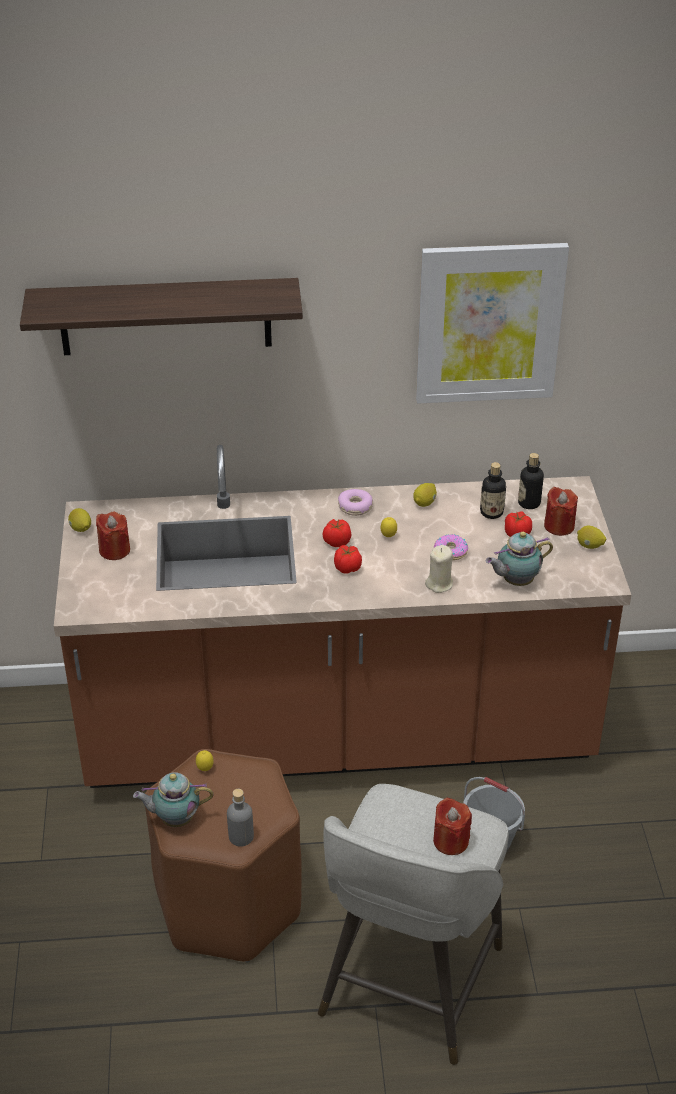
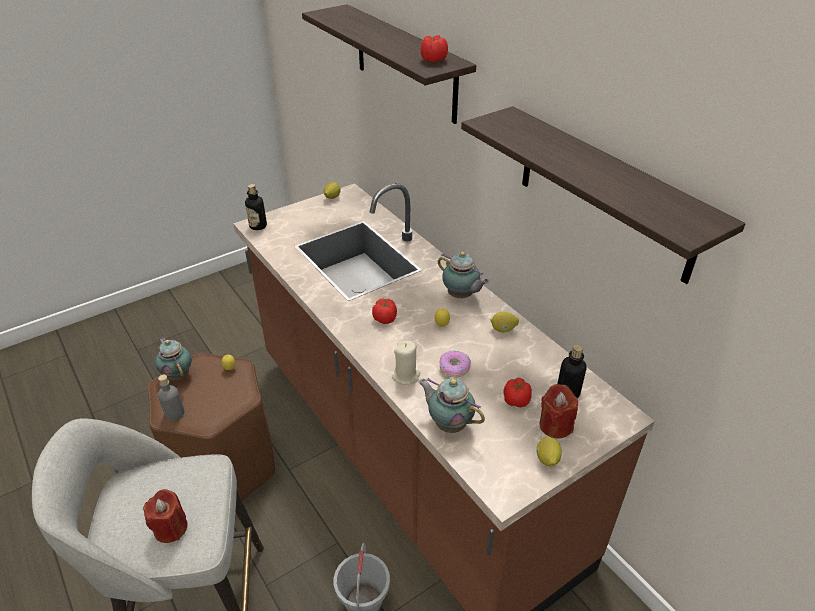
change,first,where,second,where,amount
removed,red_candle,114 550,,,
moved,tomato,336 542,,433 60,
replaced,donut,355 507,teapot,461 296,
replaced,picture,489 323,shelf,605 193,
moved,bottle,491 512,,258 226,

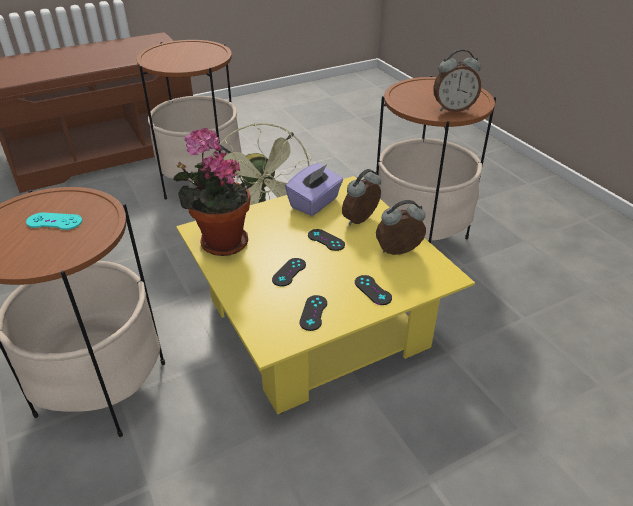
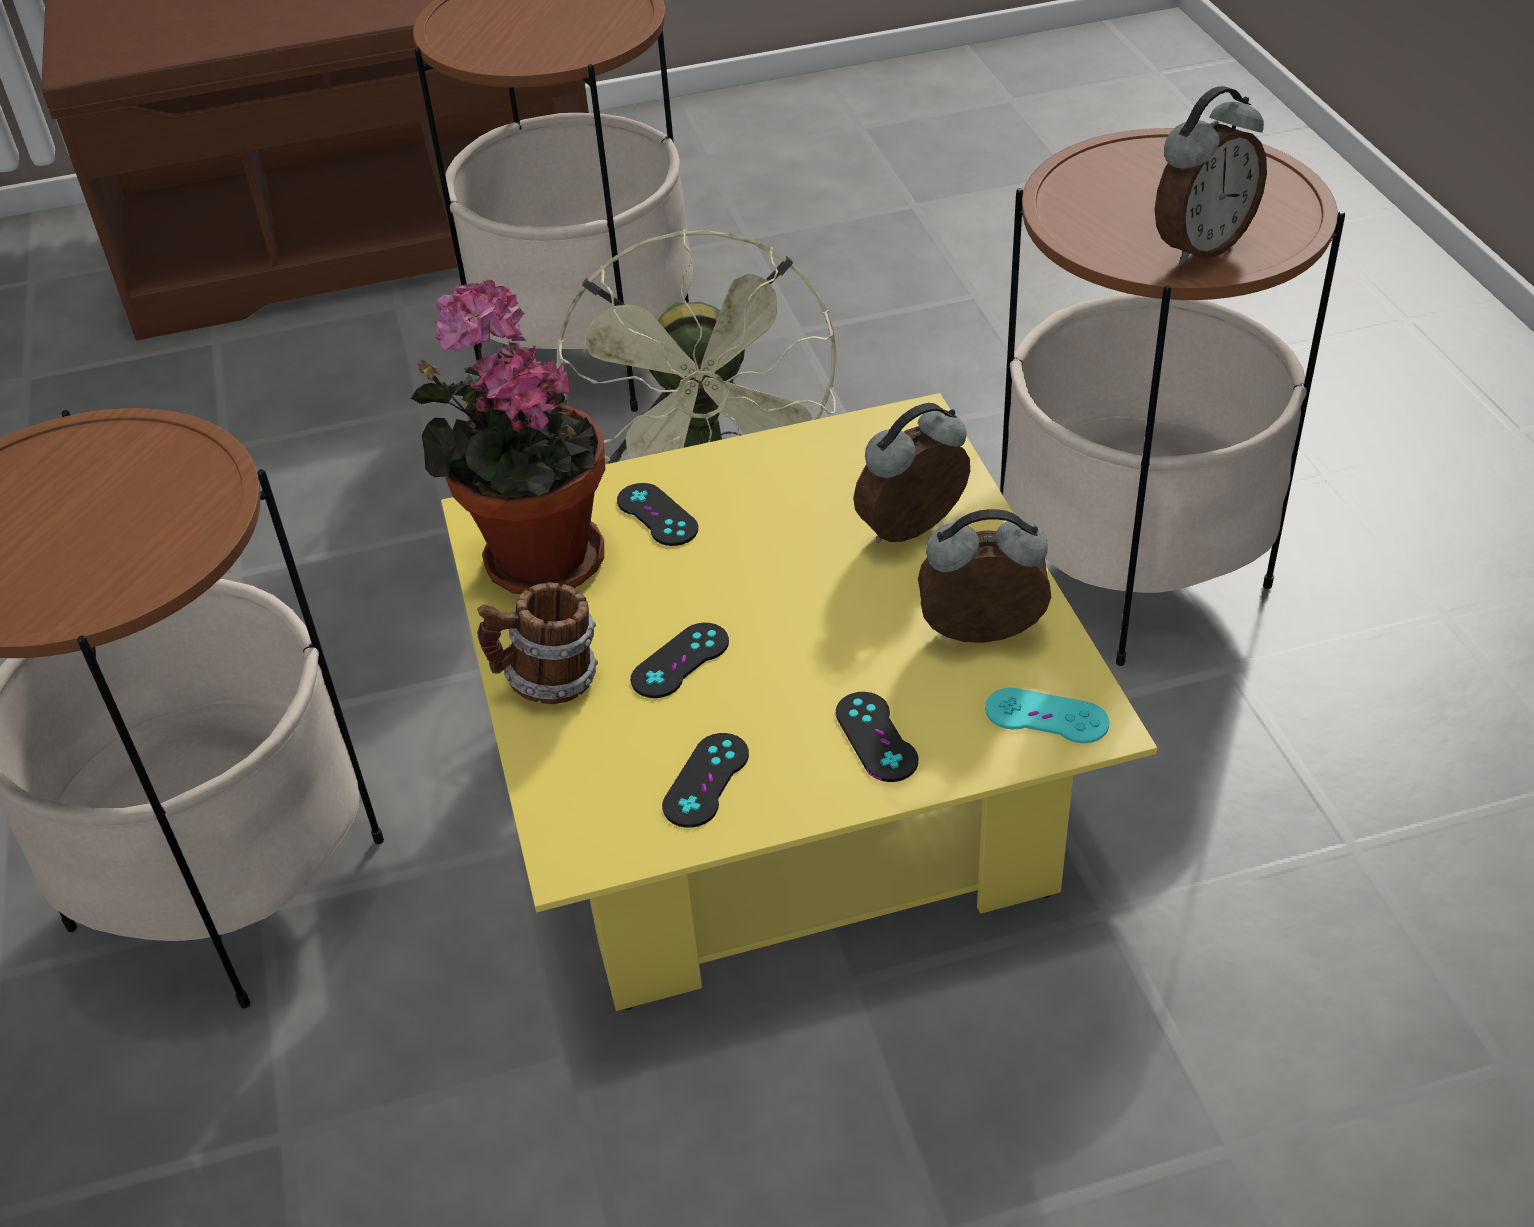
change,first,where,second,where,amount
moved,turquoise_game_controller,54 221,,1046 716,
removed,purple_tissue_box,315 203,,,
moved,black_game_controller,326 240,,657 515,
turned,alarm_clock,453 109,,1199 246,45 degrees counterclockwise
added,,,mug,547 682,

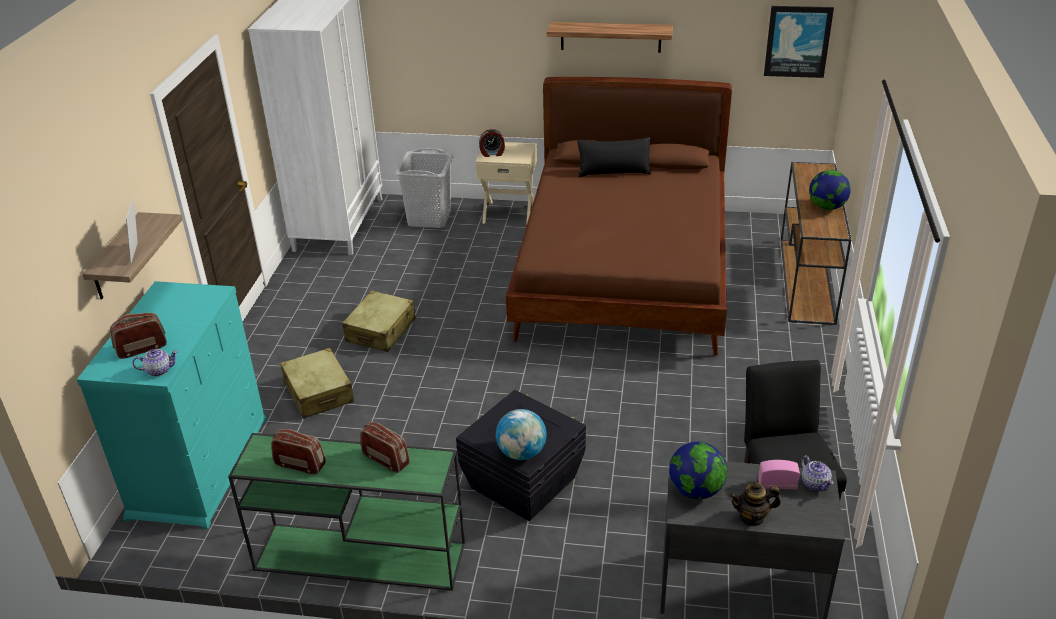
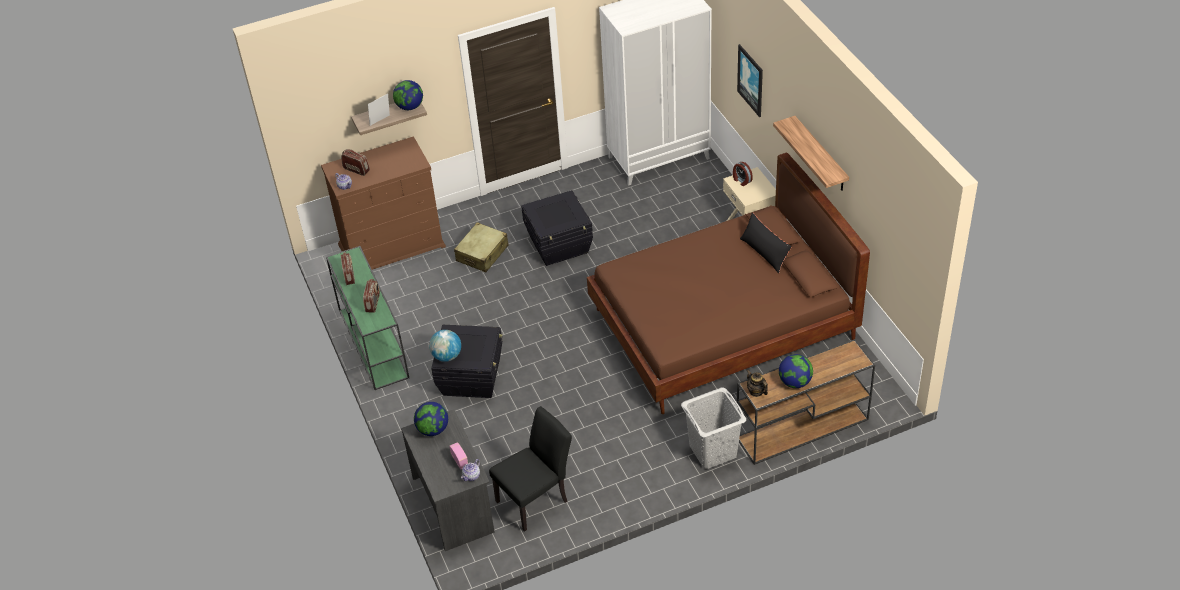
change,first,where,second,where,amount
recoloured,turquoise_dresser,199 466,brown_dresser,392 245,
replaced,beige_suitcase,381 330,black_storage_box,559 245,
moved,grey_laundry_basket,430 218,,713 451,
moved,teapot,752 517,,756 391,
moved,picture,797 41,,751 80,
added,,,globe,410 107,

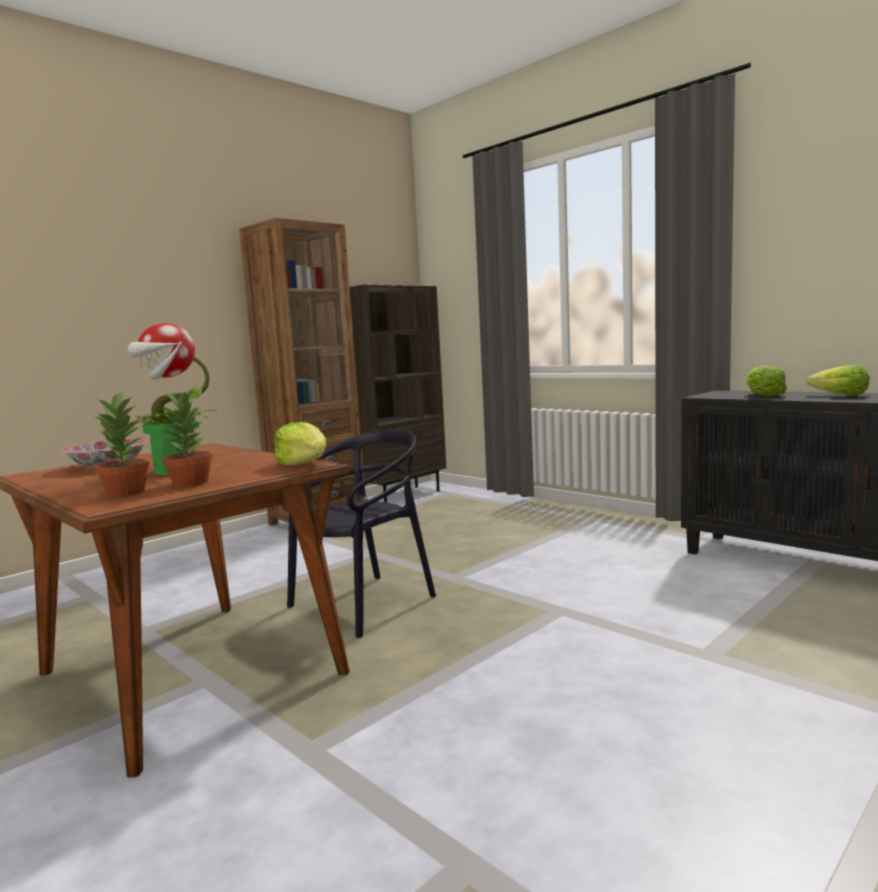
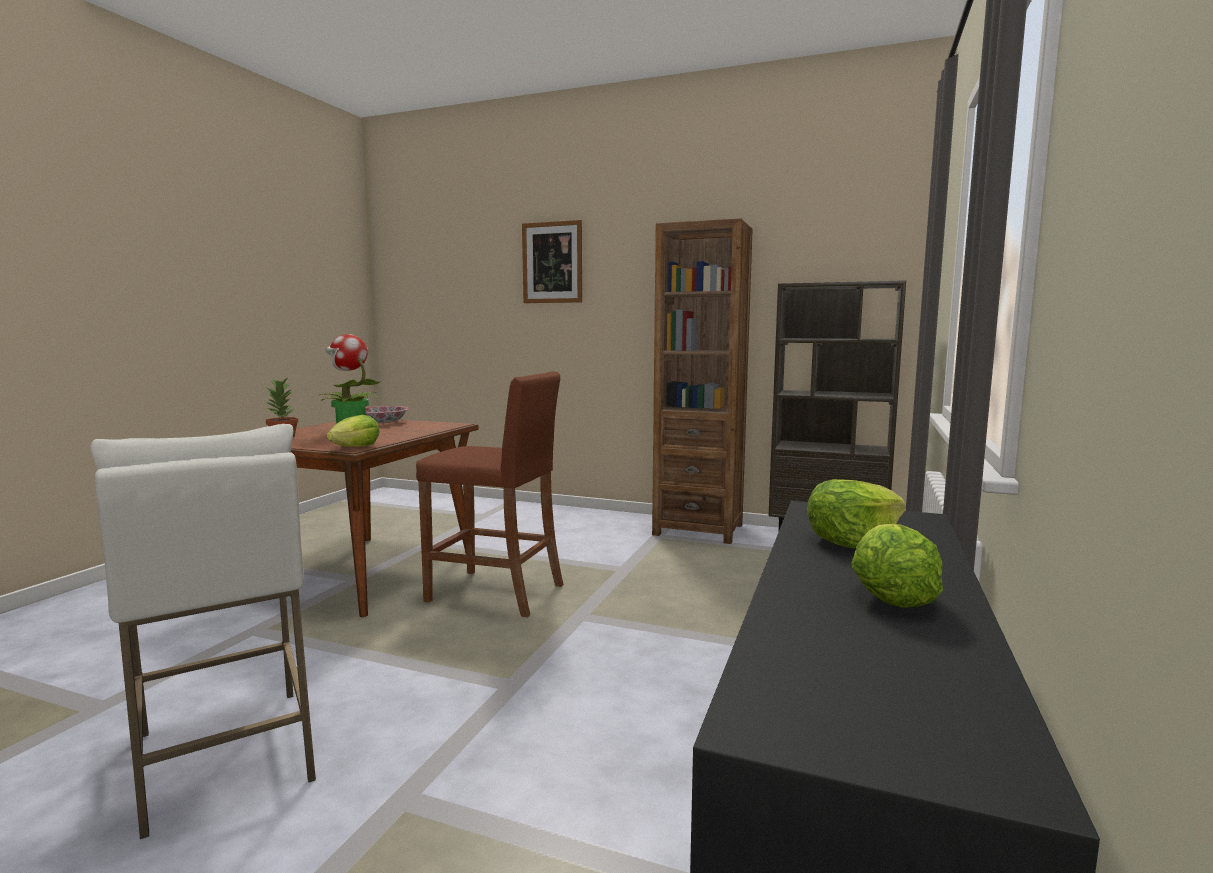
change,first,where,second,where,amount
removed,potted_plant,191 483,,,
replaced,black_chair,363 604,brown_stool,496 593,
added,,,white_stool,226 756,
added,,,picture,552 262,

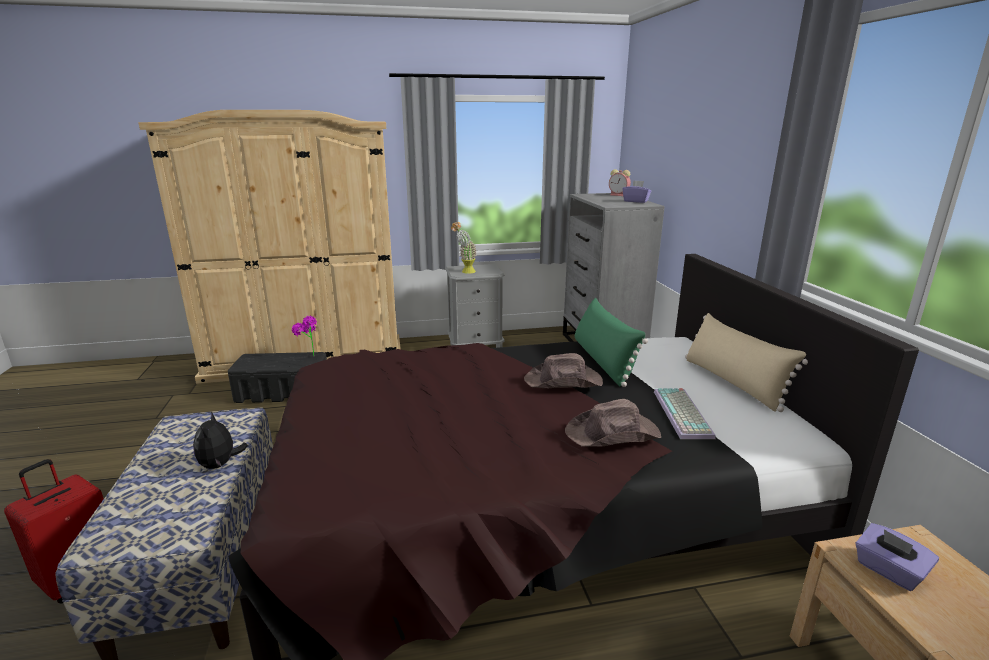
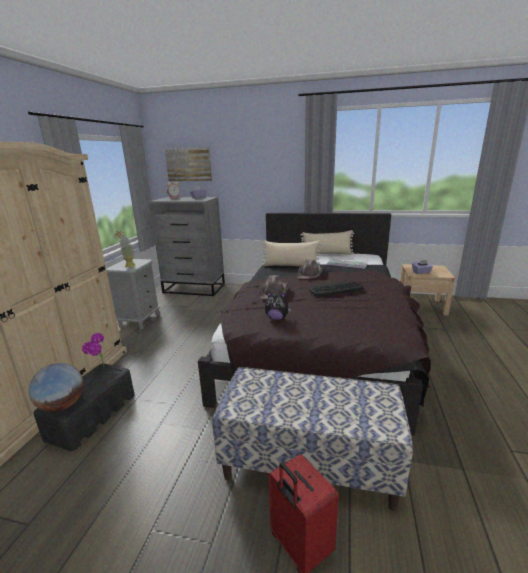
change,first,where,second,where,amount
moved,plush_toy,220 464,,277 318,
moved,brown_hat,613 434,,274 291,
recoloured,green_pillow,603 361,beige_pillow,291 266,
added,,,globe,62 405,
added,,,picture,189 164,
added,,,keyboard,335 289,

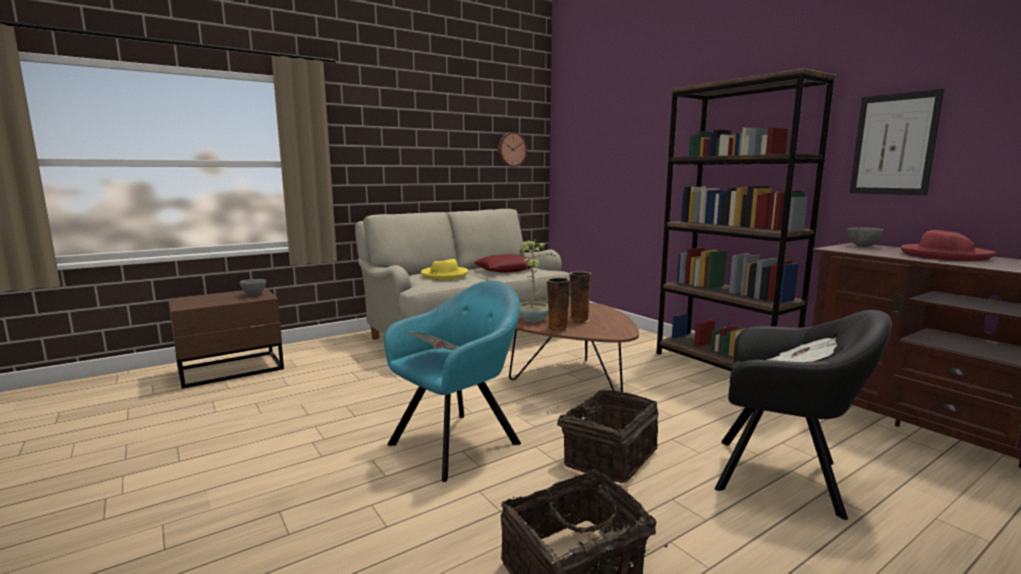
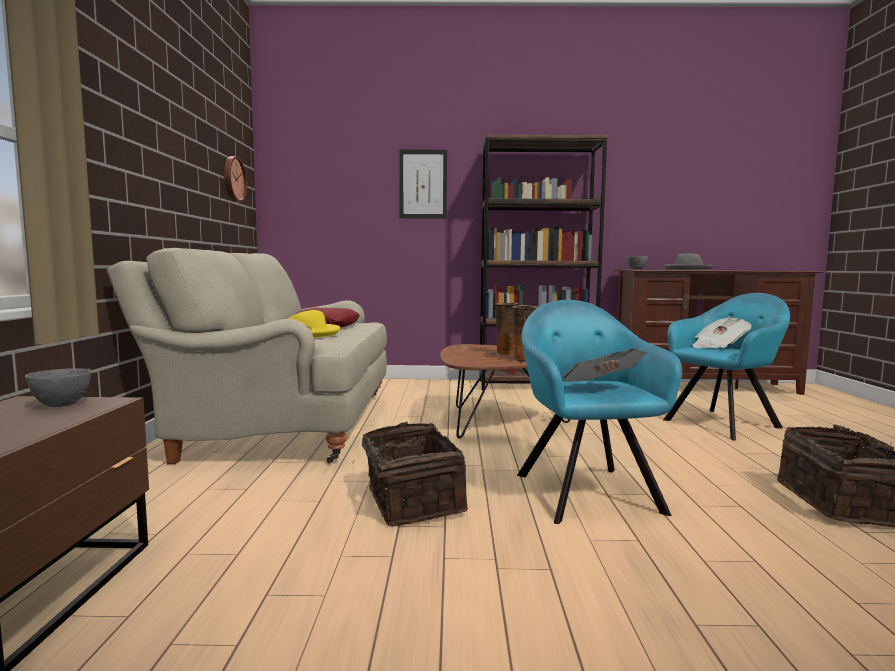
change,first,where,second,where,amount
removed,potted_plant,534 319,,,
moved,basket,607 457,,411 501,
recoloured,black_armchair,784 477,turquoise_armchair,724 423,
moved,picture,893 144,,423 184,
recoloured,red_hat,943 256,grey_hat,688 269,

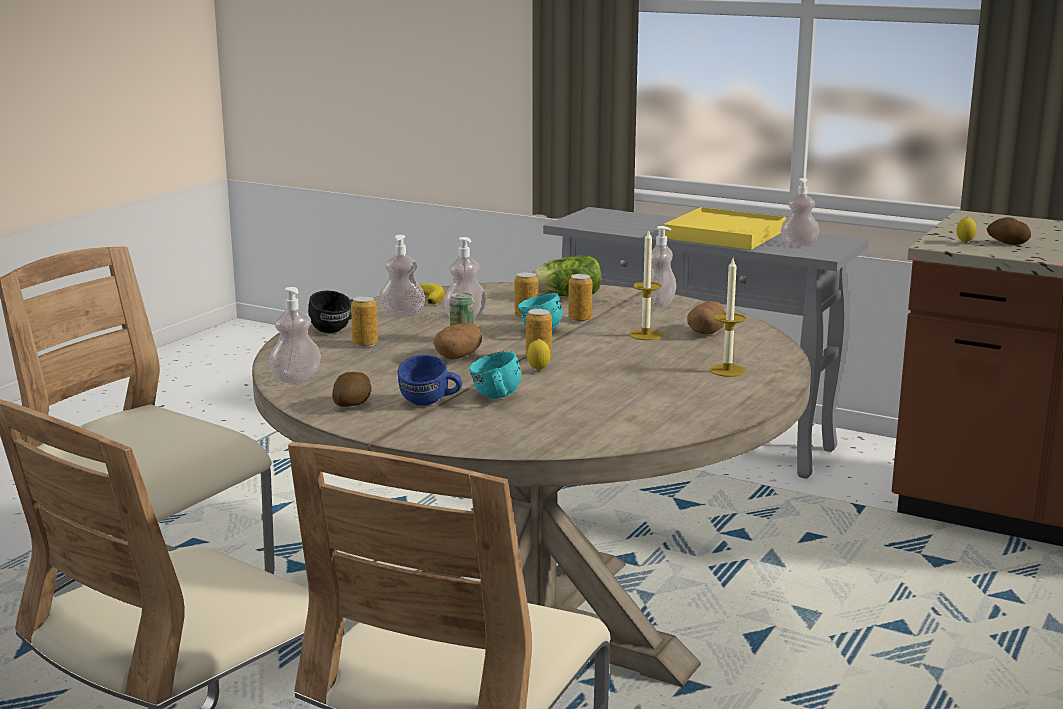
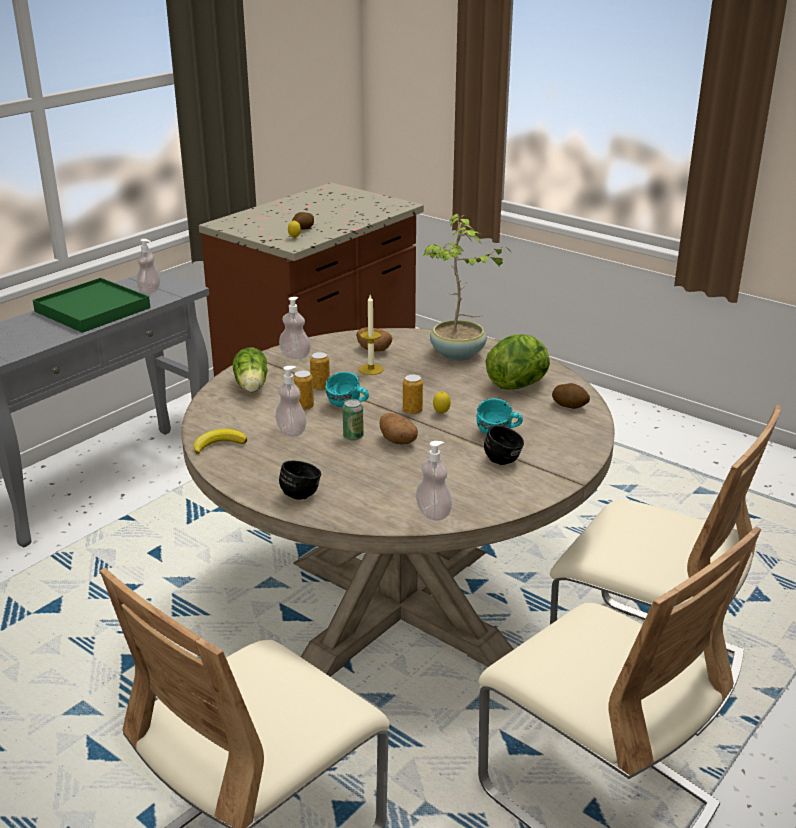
change,first,where,second,where,amount
moved,potato,352 405,,570 405,
removed,can,365 344,,,
removed,soap_dispenser,402 315,,,
recoloured,blue_mug,430 403,black_mug,505 458,
recoloured,yellow_tray,724 234,green_tray,93 309,
replaced,candle,727 370,potted_plant,458 354,
added,,,lettuce,518 385,

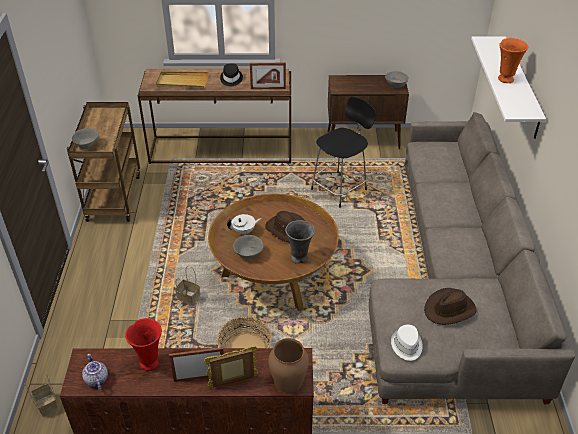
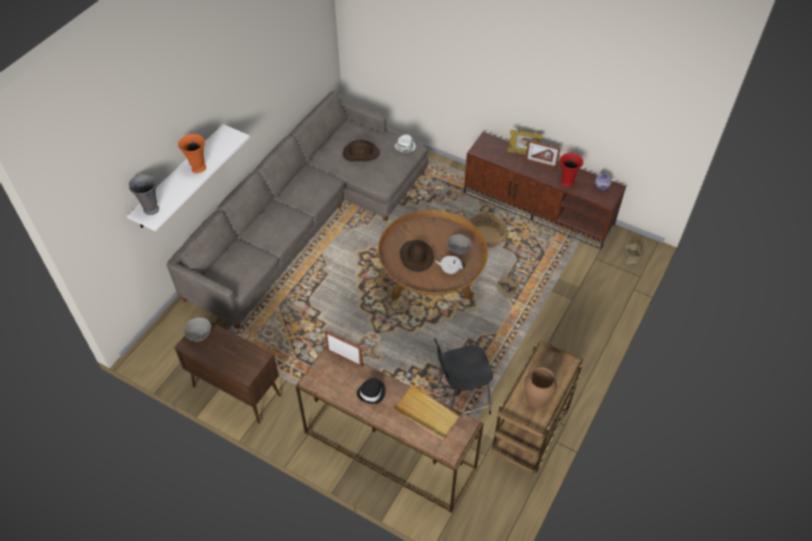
change,first,where,second,where,amount
removed,grey_bowl,87 145,,,
moved,brown_vase,288 380,,537 398,
moved,grey_vase,299 258,,151 209,
moved,black_stool,340 189,,461 400,

